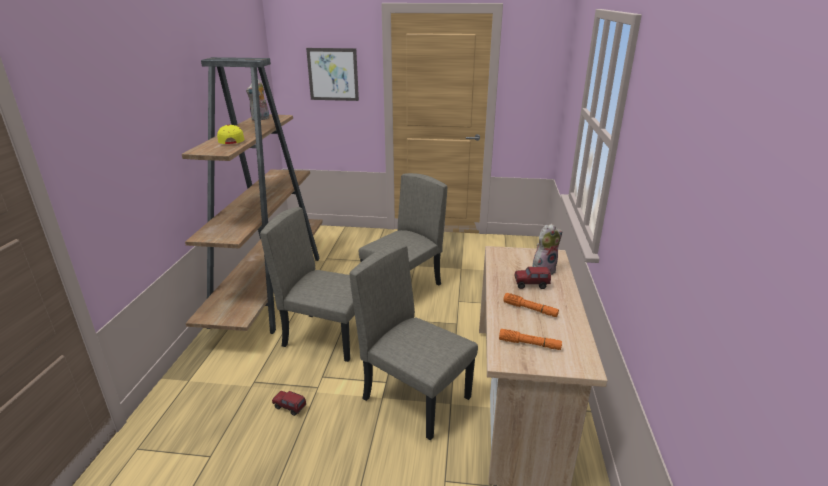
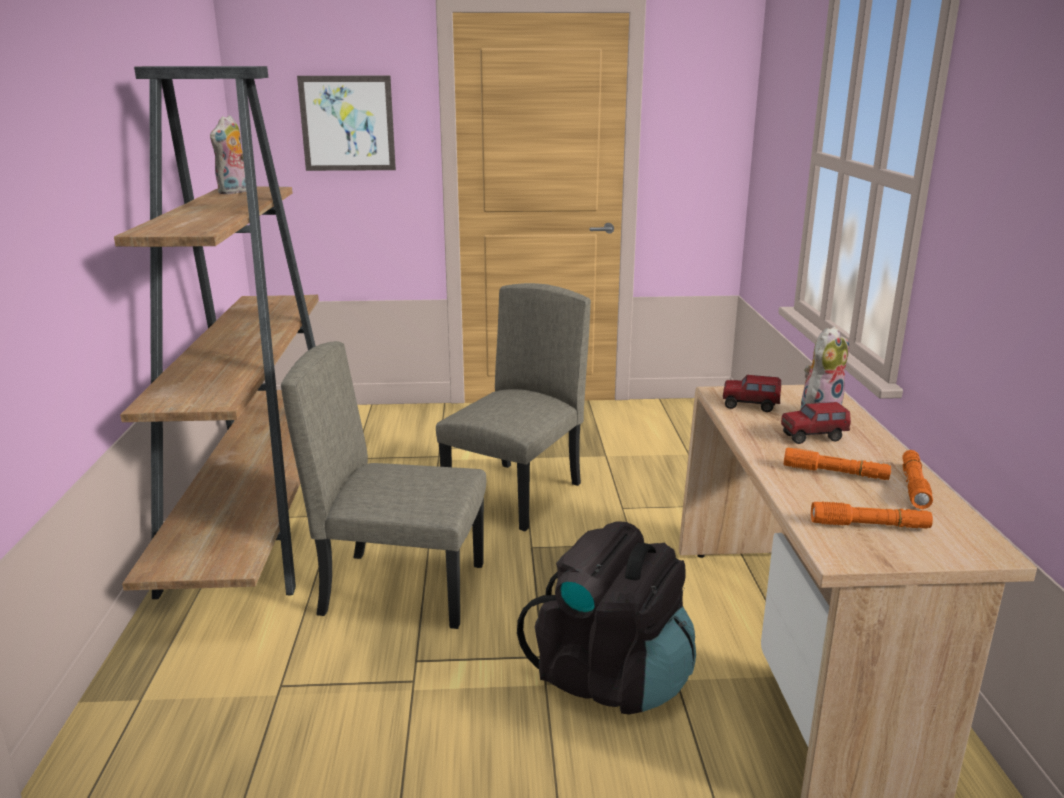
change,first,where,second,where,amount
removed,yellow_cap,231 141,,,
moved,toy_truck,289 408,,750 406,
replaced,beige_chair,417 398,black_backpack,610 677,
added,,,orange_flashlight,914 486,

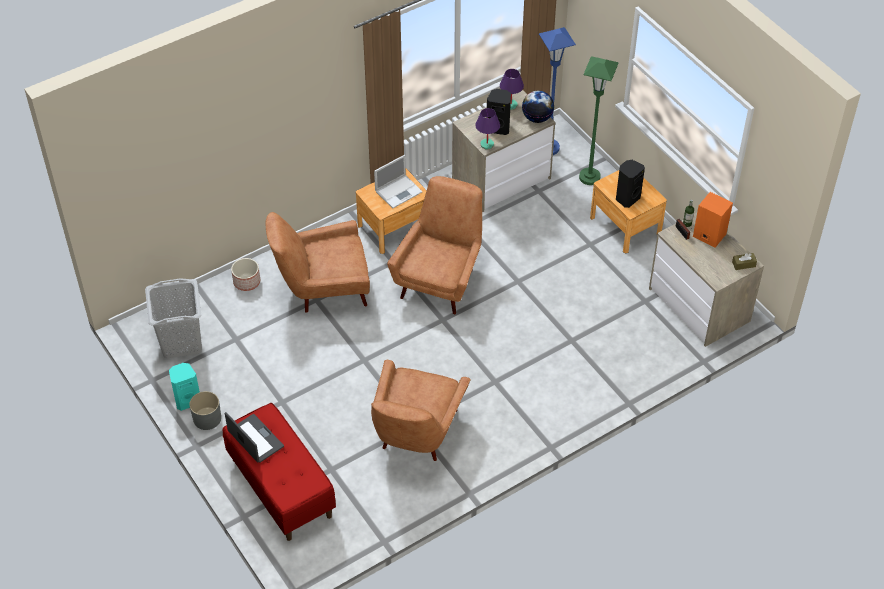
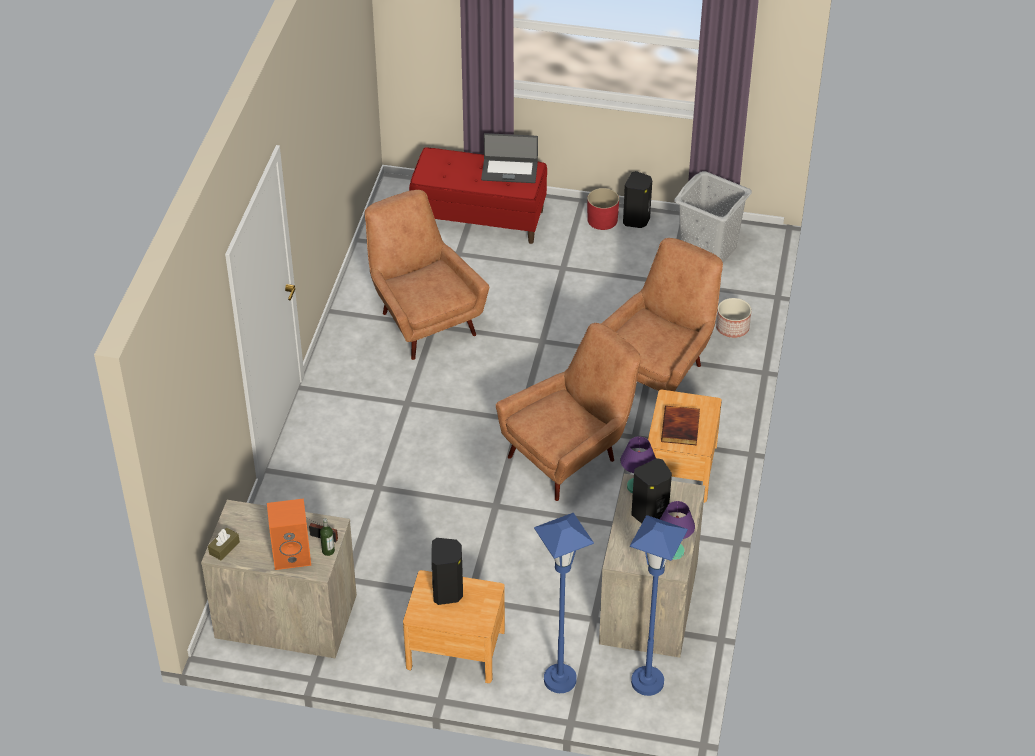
change,first,where,second,where,amount
recoloured,turquoise_speaker,187 400,black_speaker,637 220,
recoloured,grey_planter,207 418,red_planter,602 220,
replaced,laptop,399 191,book,681 428,
turned,brown_armchair,441 278,,570 455,105 degrees counterclockwise
removed,globe,537 118,,,
recoloured,green_floor_lamp,589 177,blue_floor_lamp,559 680,

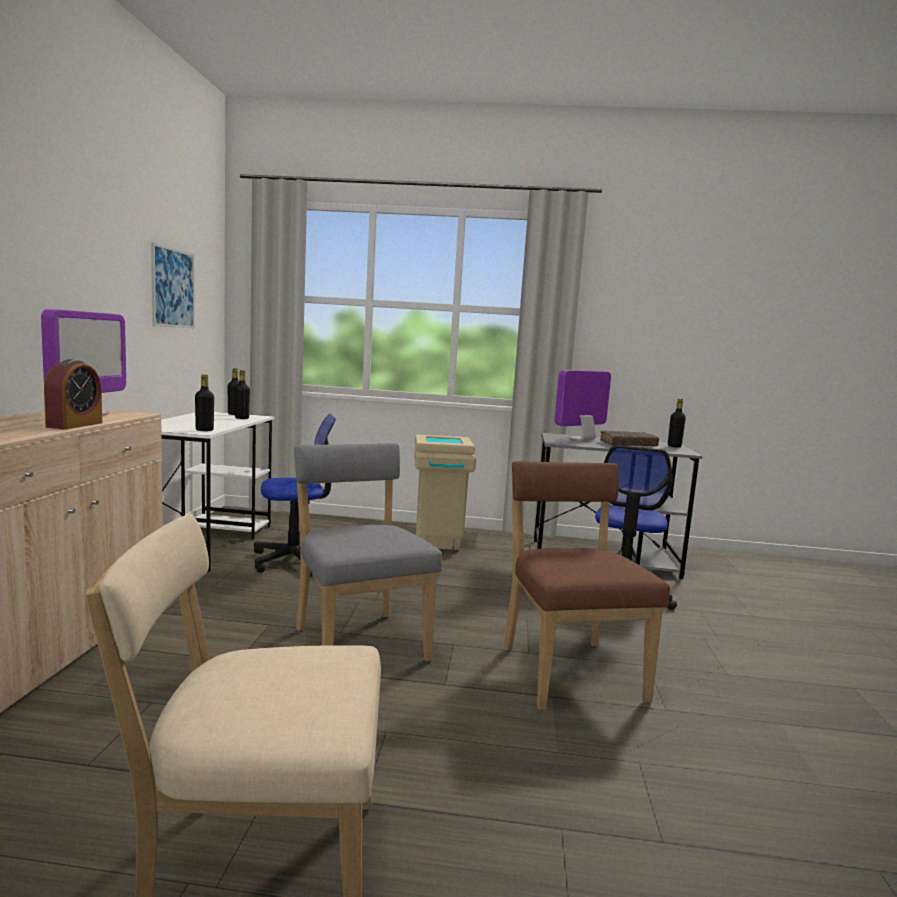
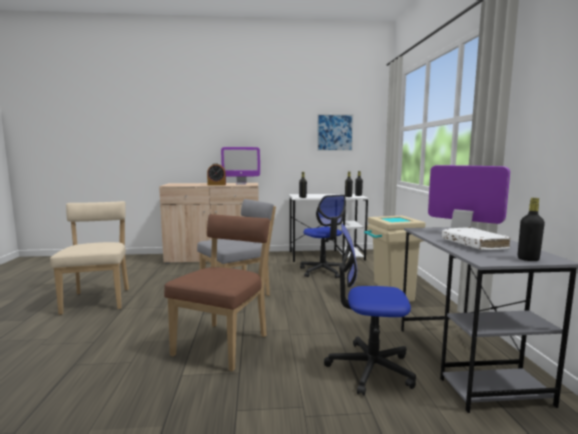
change,first,where,second,where,amount
turned,brown_chair,568 670,,224 343,45 degrees counterclockwise
recoloured,brown_book,628 445,white_book,473 245,

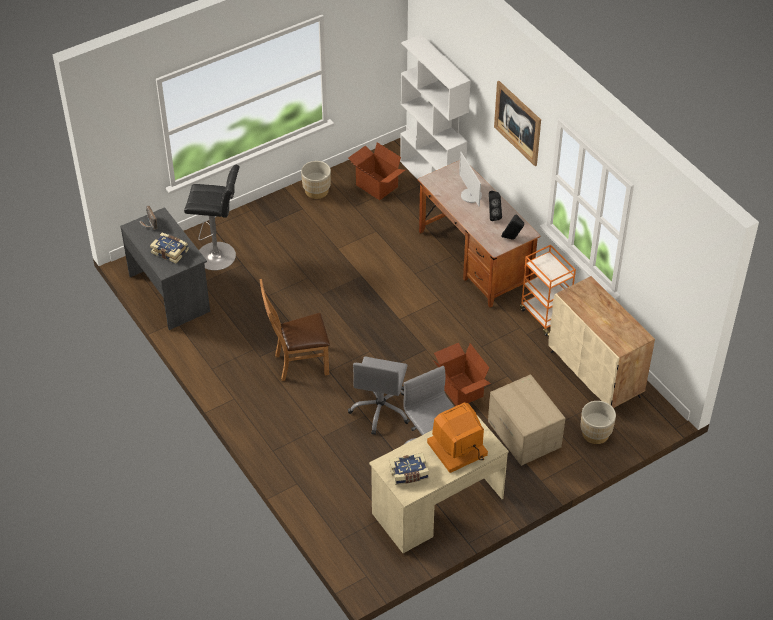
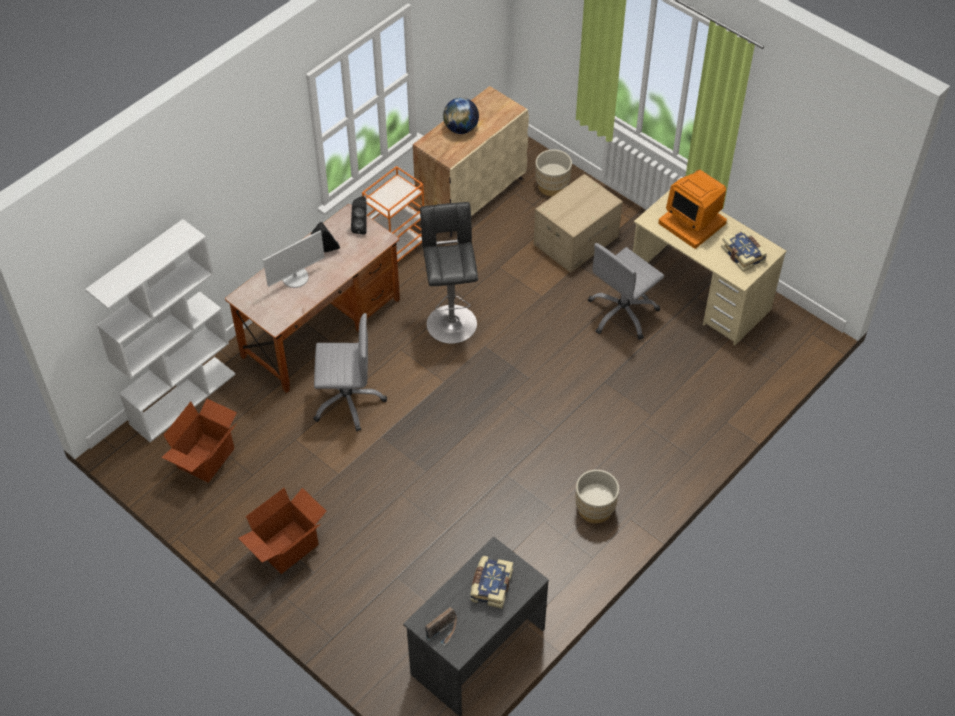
change,first,where,second,where,amount
moved,black_stool,219 256,,451 321,
removed,brown_chair,298 364,,,
moved,beige_planter,316 191,,595 509,
moved,grey_office_chair,381 410,,347 401,
moved,cardboard_box,460 390,,288 547,
removed,picture,518 123,,,
added,,,globe,461 129,

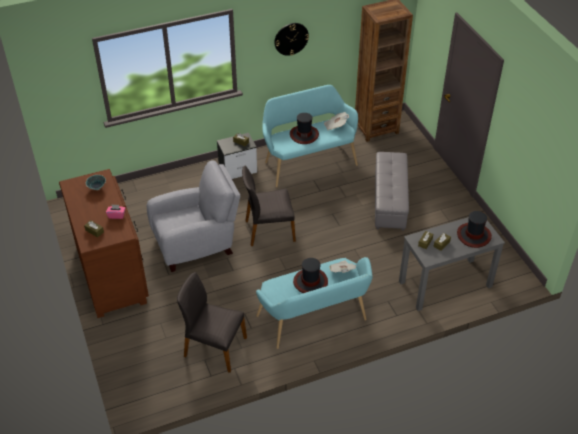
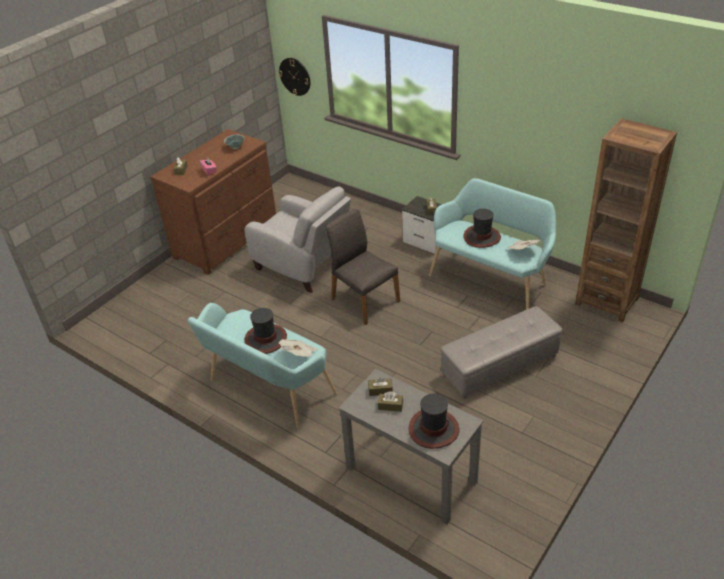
change,first,where,second,where,amount
removed,grey_chair,214 347,,,
moved,wall_clock,291 38,,295 76,

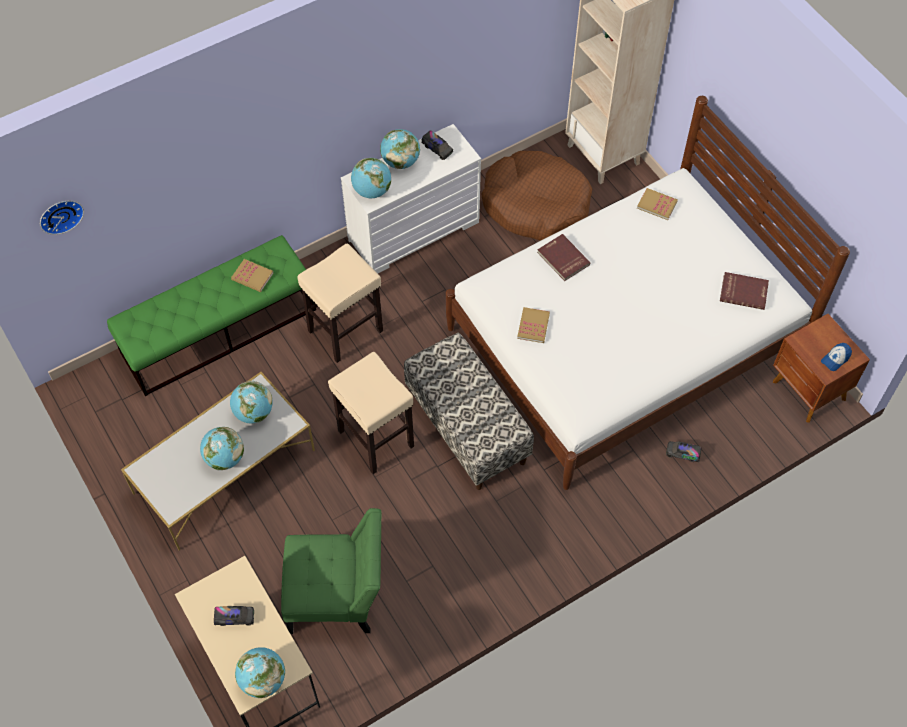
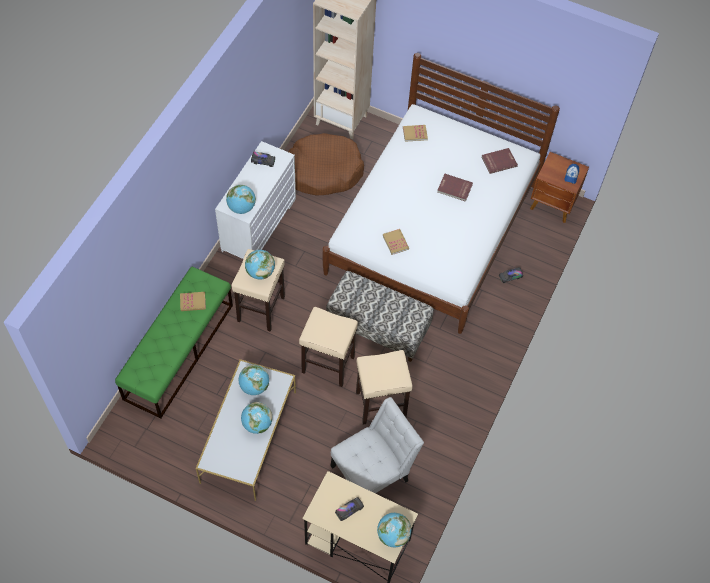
change,first,where,second,where,amount
removed,wall_clock,60 214,,,
recoloured,green_chair,337 596,white_chair,373 471,
moved,globe,400 161,,260 272,
moved,red_book,562 259,,454 188,
added,,,beige_stool,380 404,

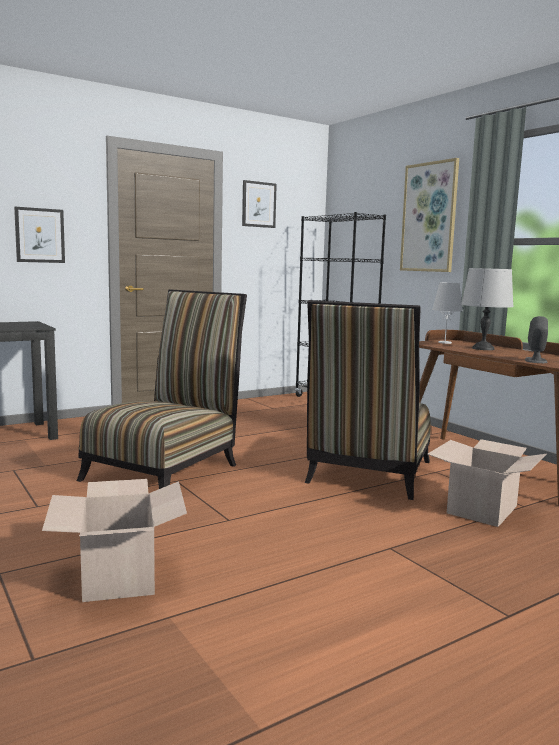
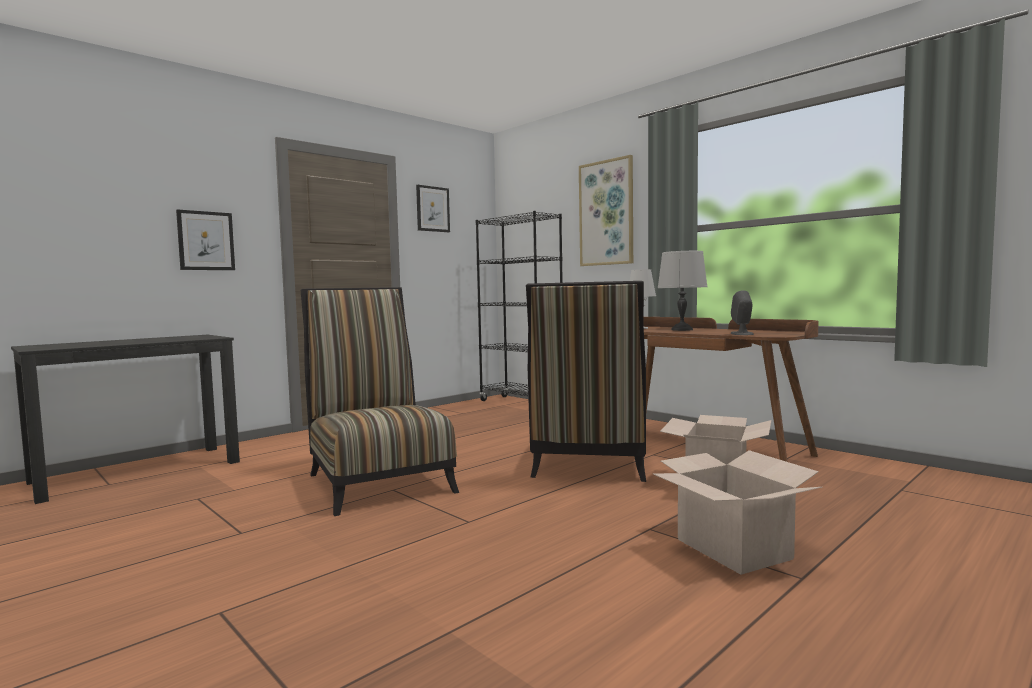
change,first,where,second,where,amount
moved,cardboard_box,120 576,,734 549,
turned,chair,167 469,,378 480,45 degrees counterclockwise

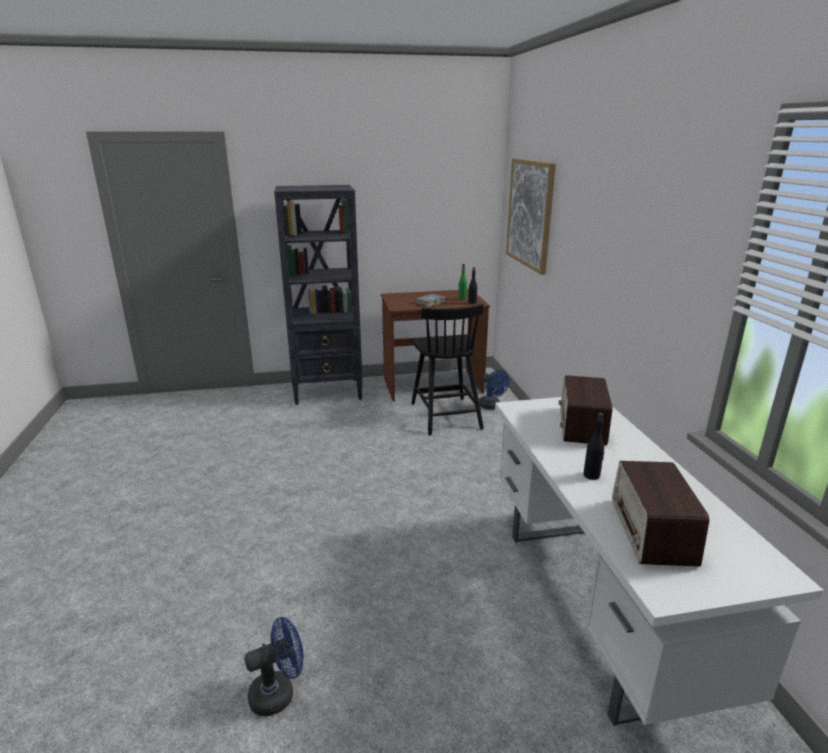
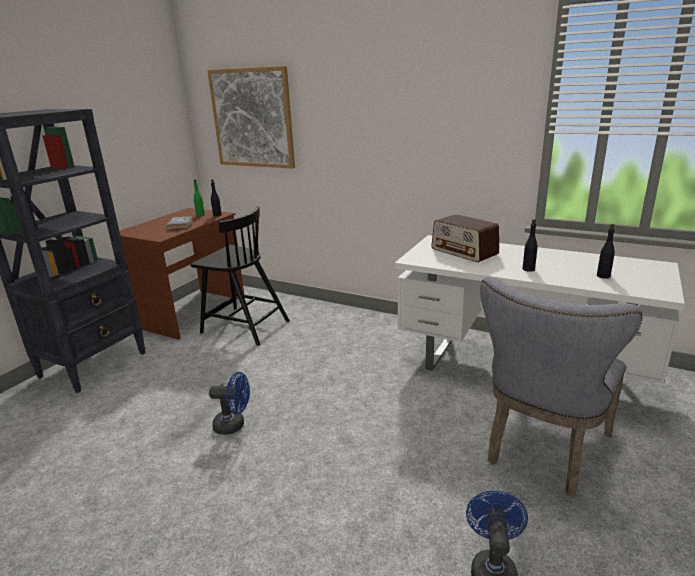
change,first,where,second,where,amount
moved,blue_fan,491 406,,234 425,
replaced,radio,652 531,black_bottle,603 276,
added,,,grey_chair,543 451,

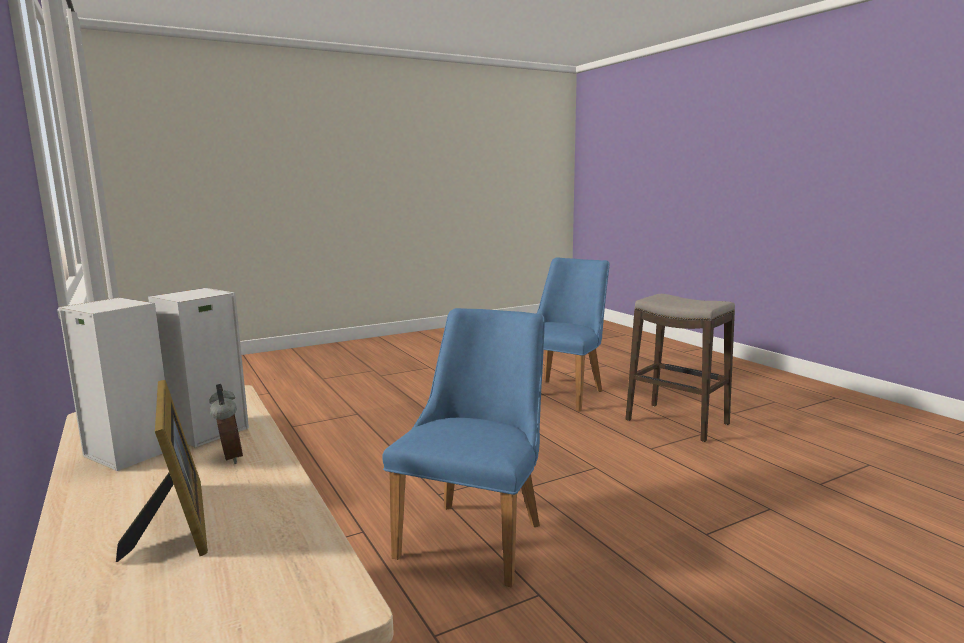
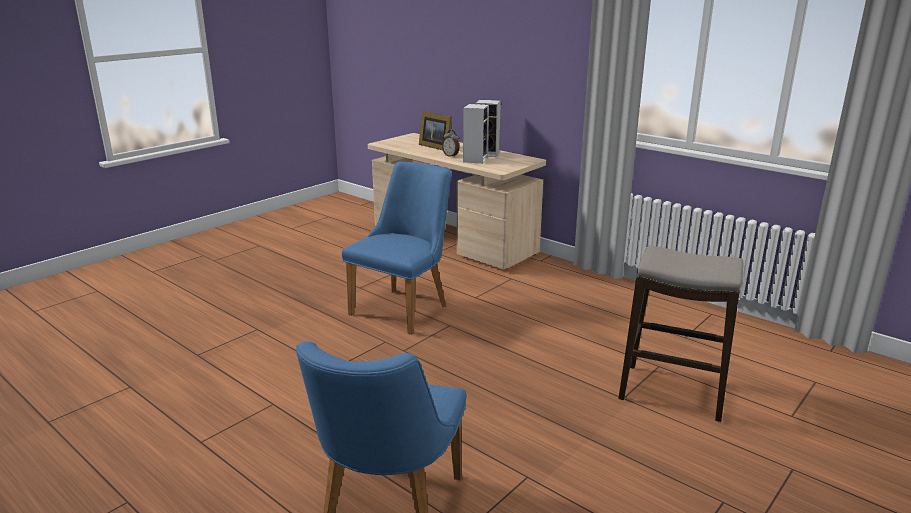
change,first,where,second,where,amount
turned,blue_chair,478 533,,405 307,150 degrees counterclockwise
moved,stool,676 422,,672 393,

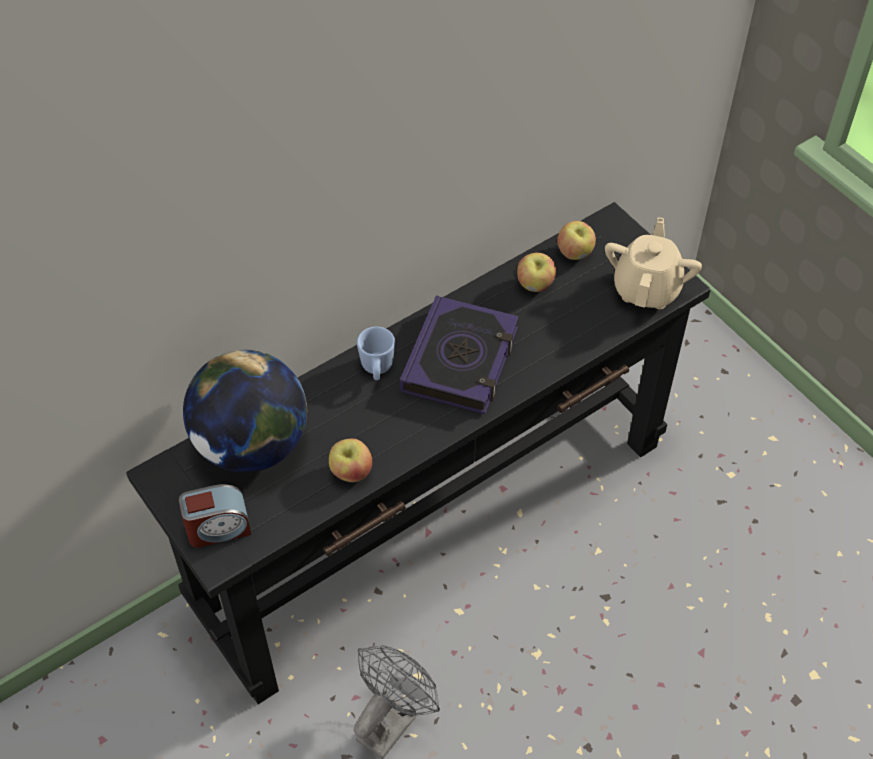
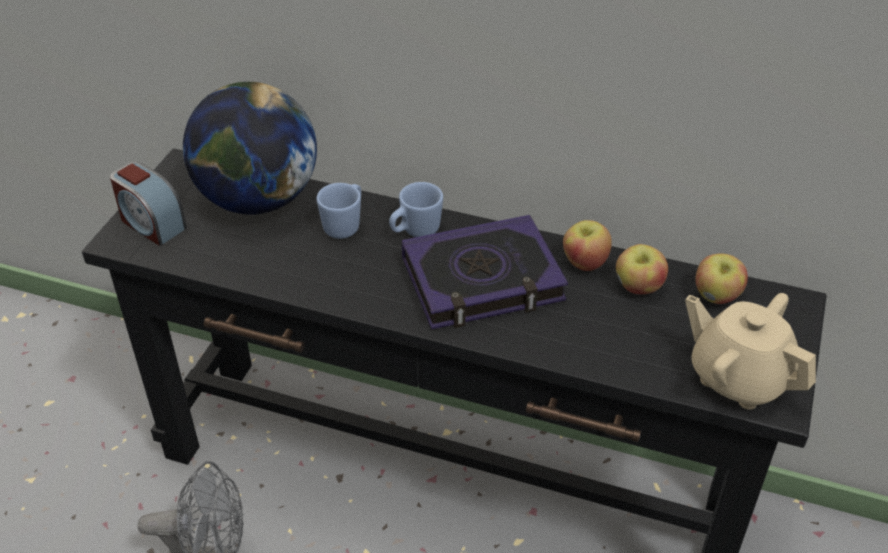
change,first,where,second,where,amount
moved,apple,351 472,,584 262,
turned,beige_teapot,647 289,,738 378,120 degrees counterclockwise
added,,,blue_mug,345 225,

